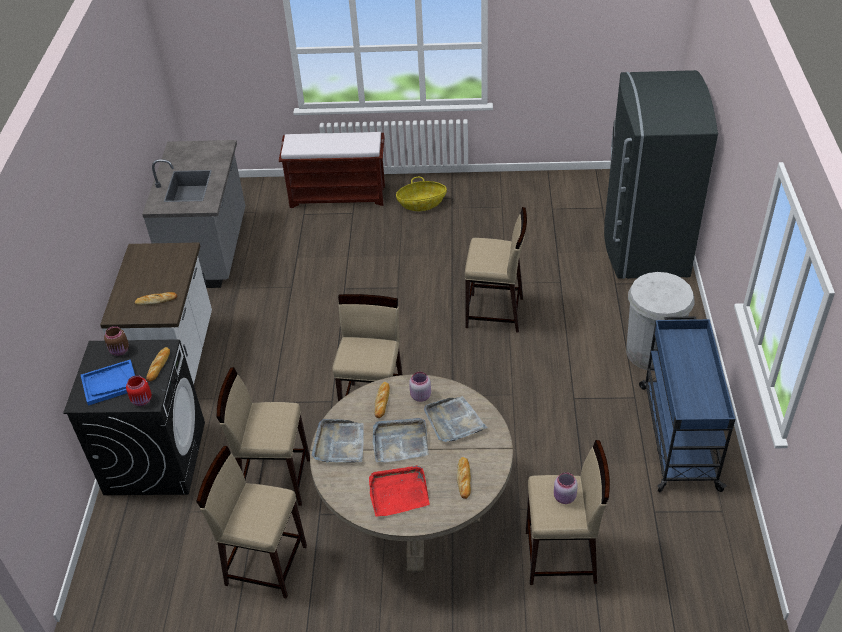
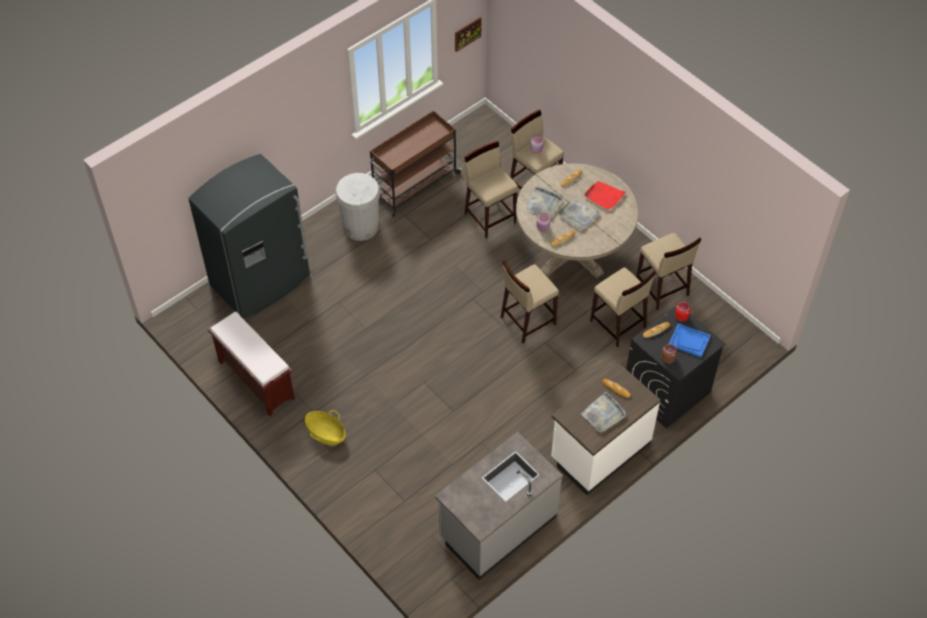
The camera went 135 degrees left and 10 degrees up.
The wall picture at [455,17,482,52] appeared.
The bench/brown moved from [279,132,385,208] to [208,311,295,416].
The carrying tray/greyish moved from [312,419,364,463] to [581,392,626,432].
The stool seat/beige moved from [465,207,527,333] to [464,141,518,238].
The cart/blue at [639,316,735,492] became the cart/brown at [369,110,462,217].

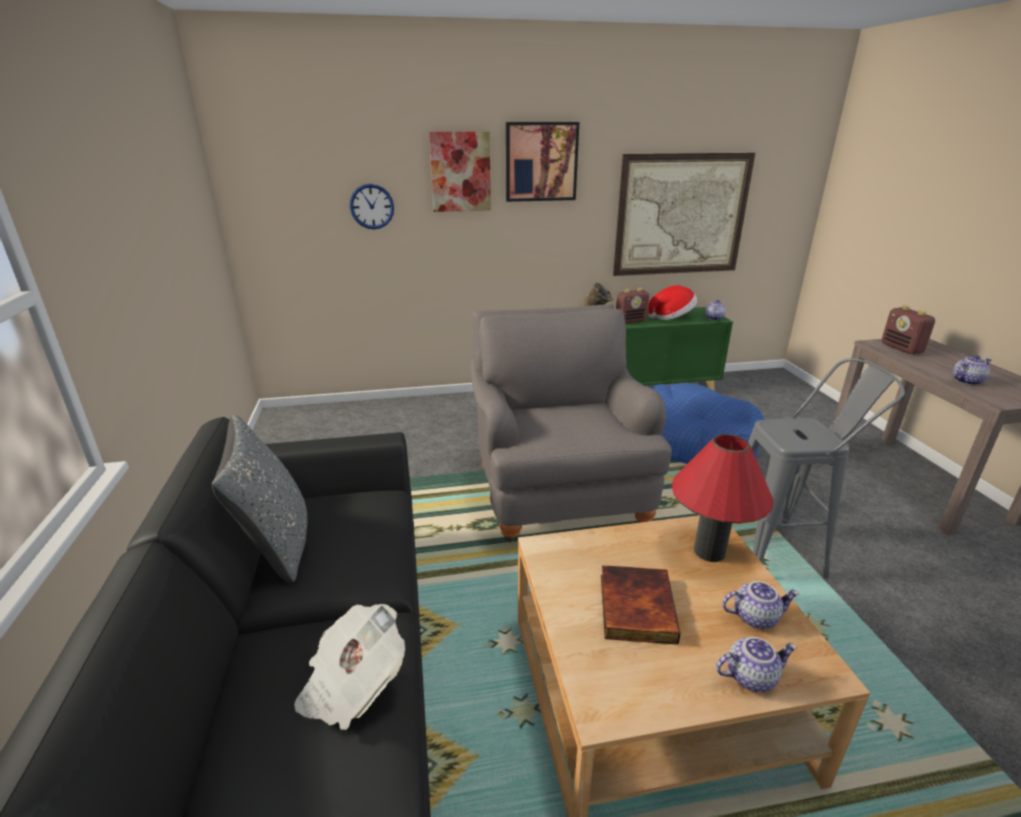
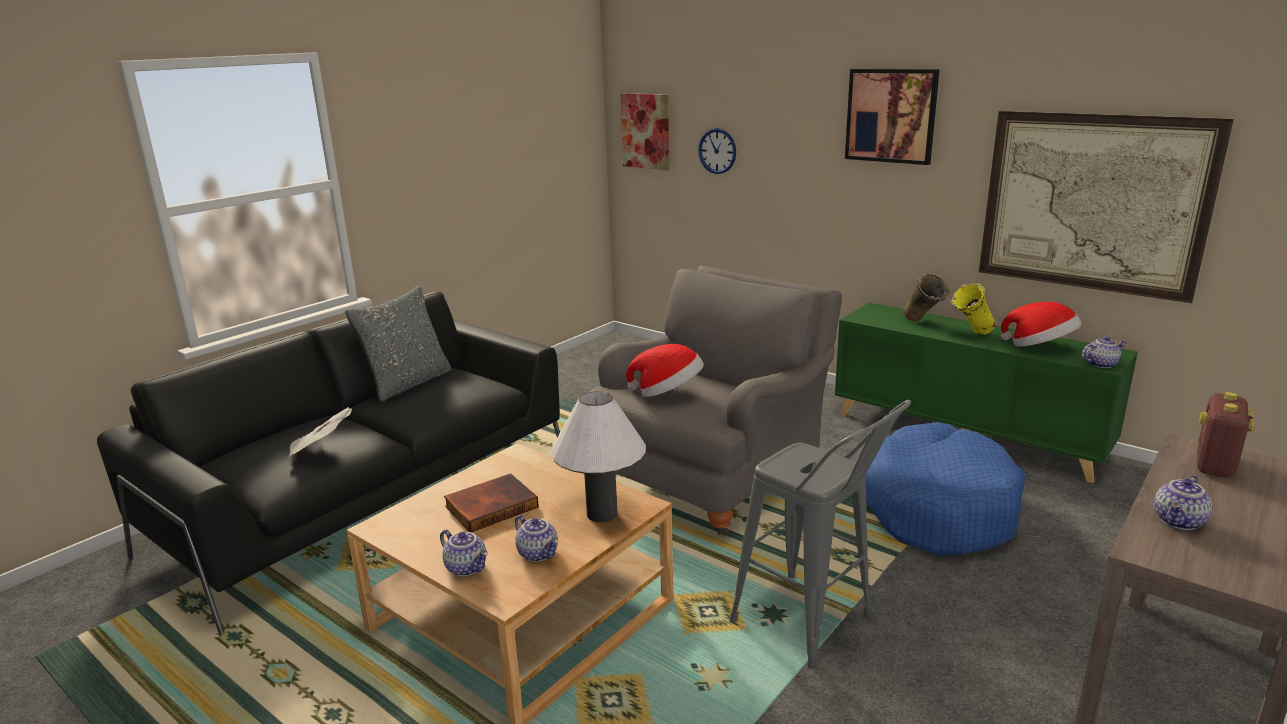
The camera went 50 degrees right and 5 degrees down.
The clothing hat at [626,344,704,397] appeared.
The wall picture moved from [429,132,491,212] to [620,93,670,170].
The radio at [616,288,649,324] was replaced by the flower vase/yellowish at [951,283,996,335].
The tabletop lamp/red-coloured at [671,434,773,562] became the tabletop lamp/white at [551,391,646,522].
The pot for tea at [953,355,991,385] turned 105 degrees clockwise.

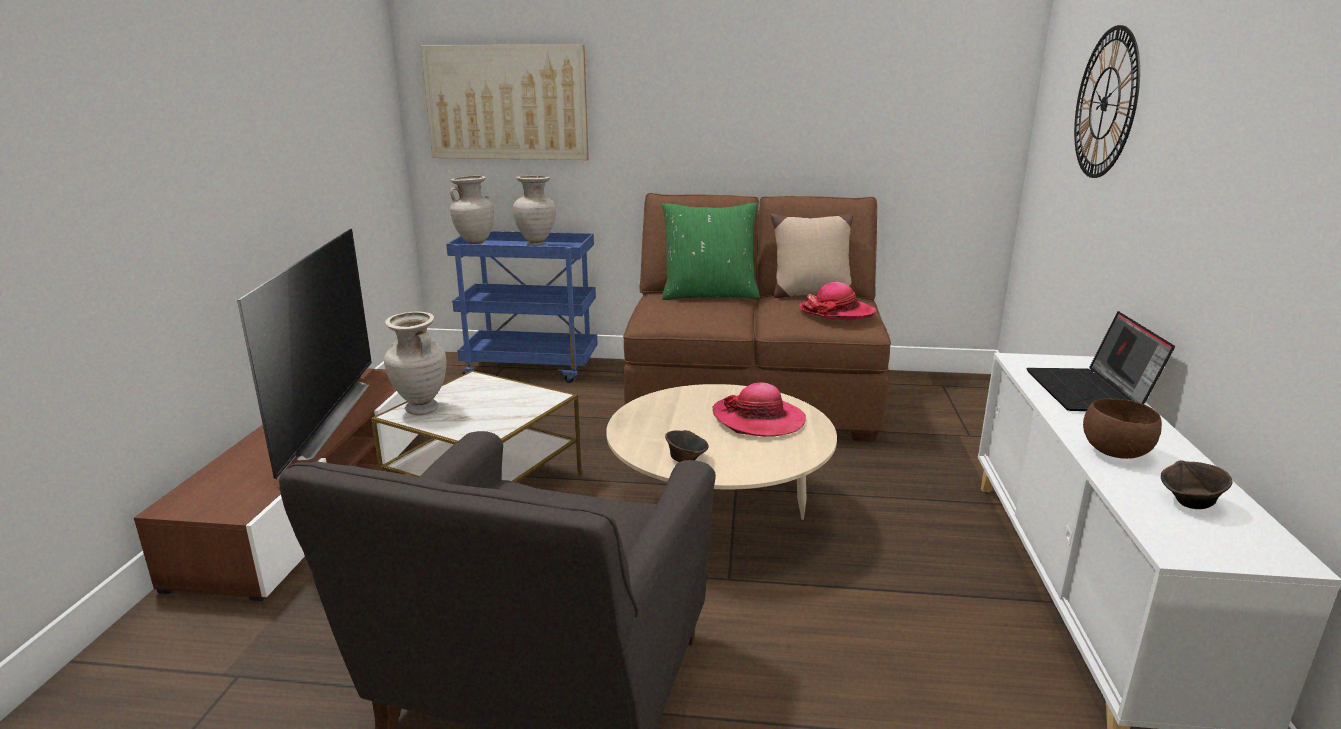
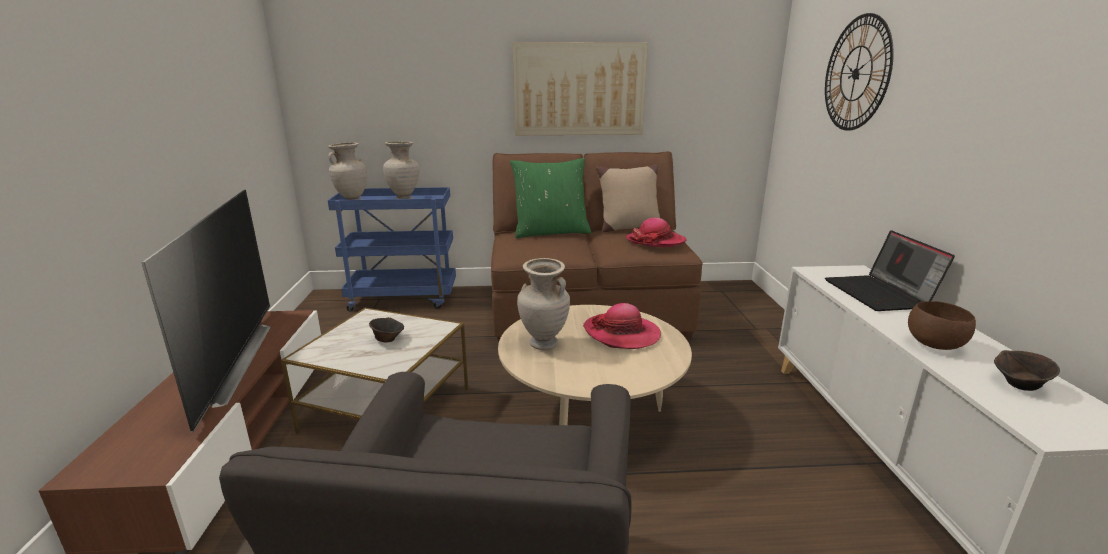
The camera went 10 degrees left and 0 degrees up.
The flower vase/beige moved from [384,312,446,415] to [517,258,570,350].
The wall picture moved from [421,45,589,160] to [513,42,648,135].
The deep dish/brown moved from [665,430,709,462] to [369,317,404,342].

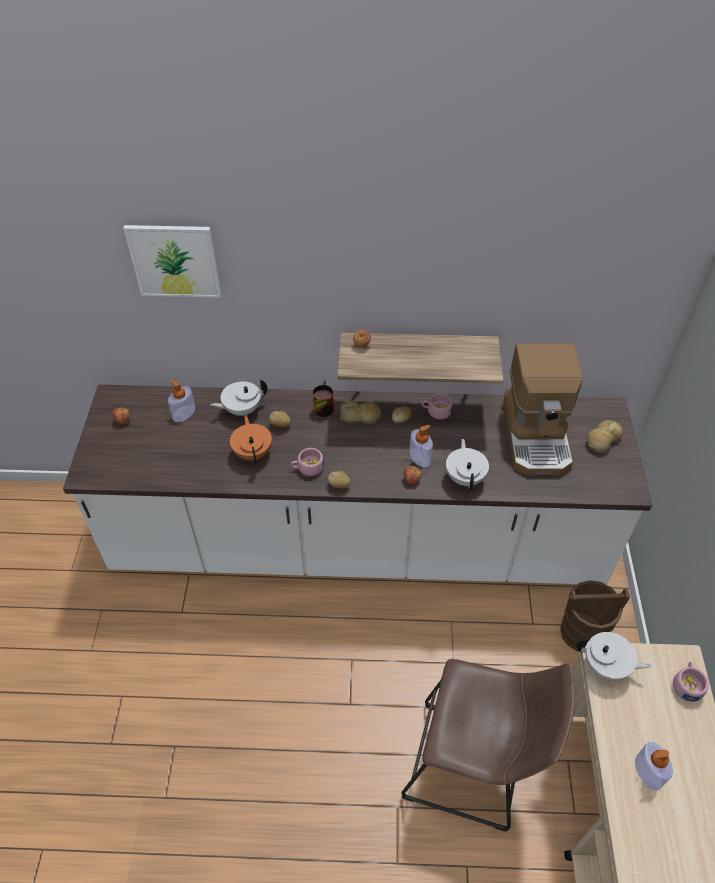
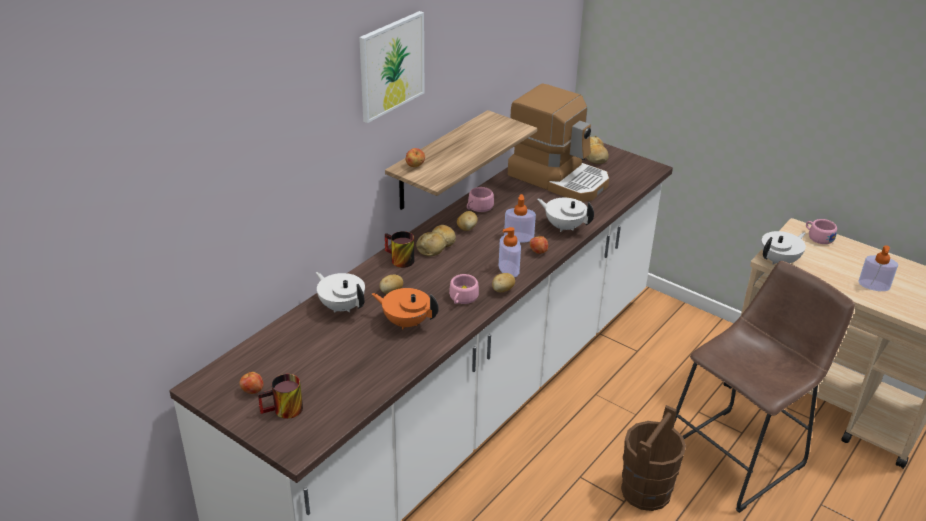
The camera went 55 degrees left and 15 degrees down.
The coffee mug at [258,374,303,419] appeared.
The wall picture moved from [123,225,221,298] to [359,11,424,123].
The soap dispenser moved from [168,380,195,422] to [499,227,521,277].
The pail/brown moved from [560,580,630,652] to [621,405,686,511].
The pot for tea/white at [210,379,268,416] turned 120 degrees clockwise.

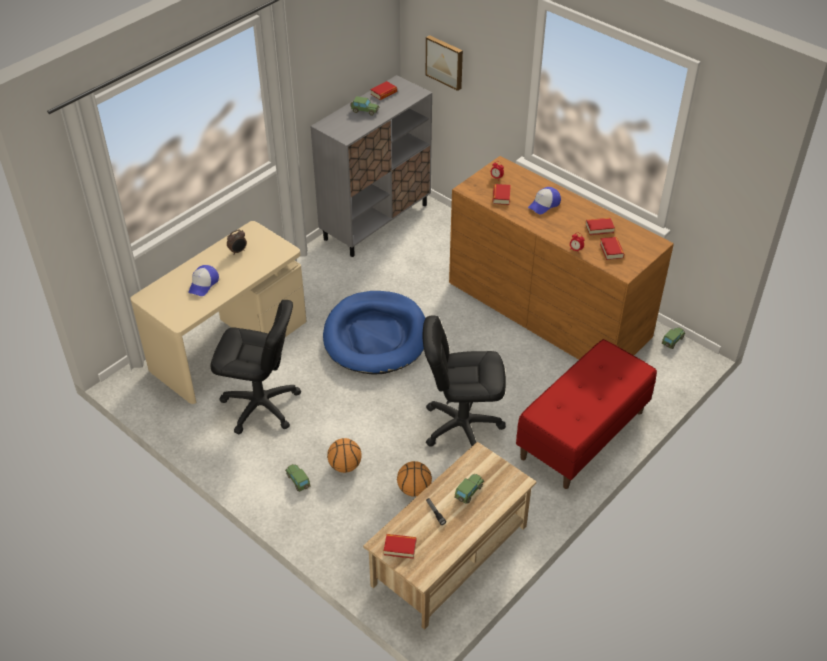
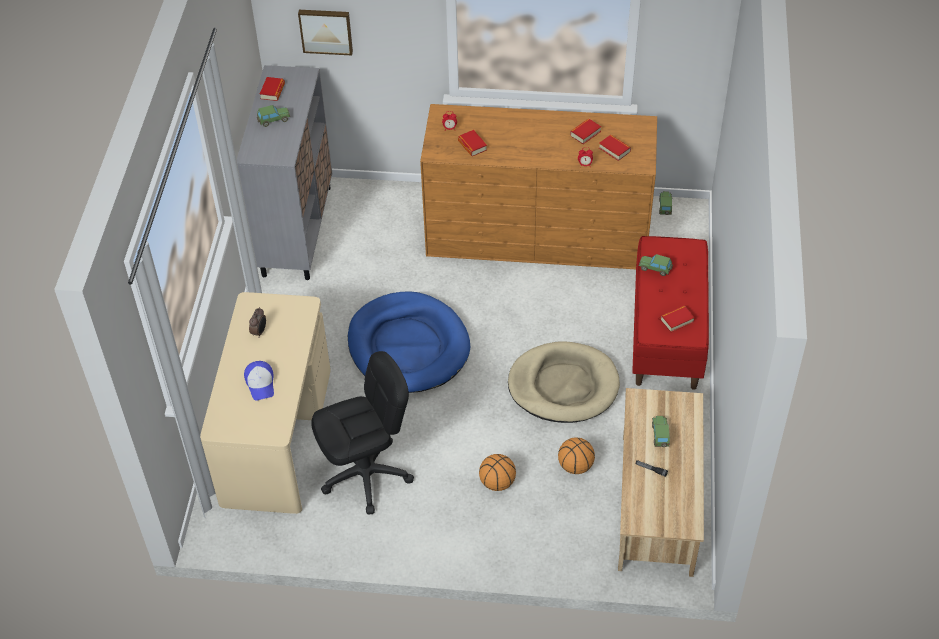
The camera went 35 degrees left and 5 degrees up.
The peaked cap at [528,187,561,214] disappeared.
The miniature car moved from [285,464,311,492] to [639,254,673,276].
The bound book moved from [384,534,416,559] to [661,306,695,332].
The computer chair/black at [423,315,506,447] was replaced by the dog bed/beige at [508,342,620,423].

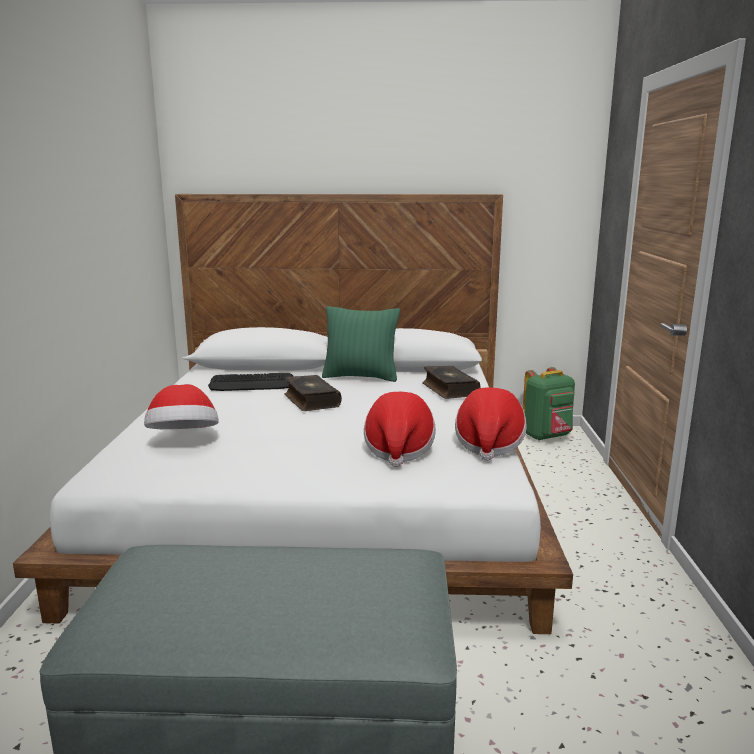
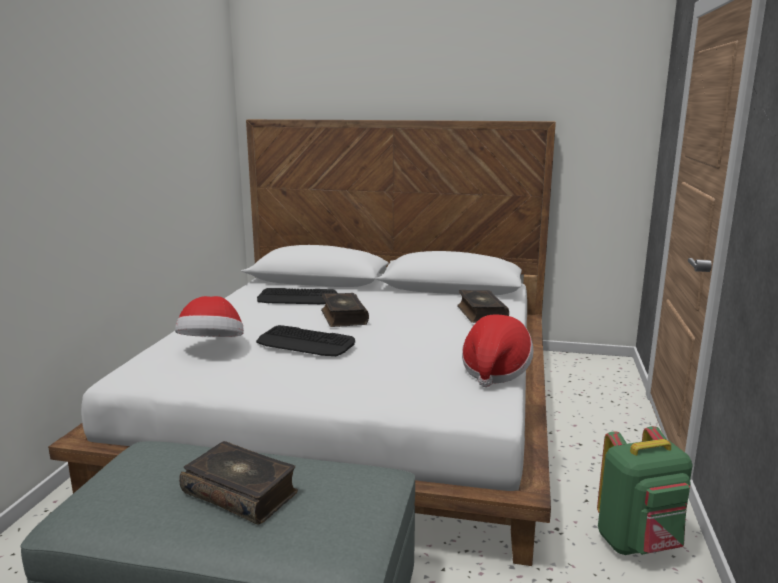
The camera went 10 degrees right and 0 degrees up.
The throw pillow/green at [322,306,400,382] disappeared.
The clothing hat at [364,392,436,467] disappeared.
The bound book at [179,441,298,525] appeared.
The keyboard at [256,325,355,356] appeared.
The rucksack/green moved from [523,367,575,441] to [597,426,693,555].

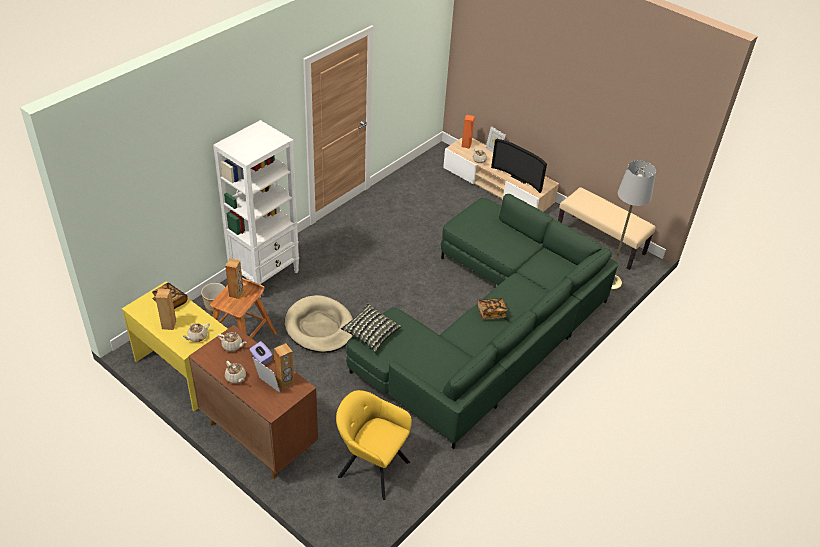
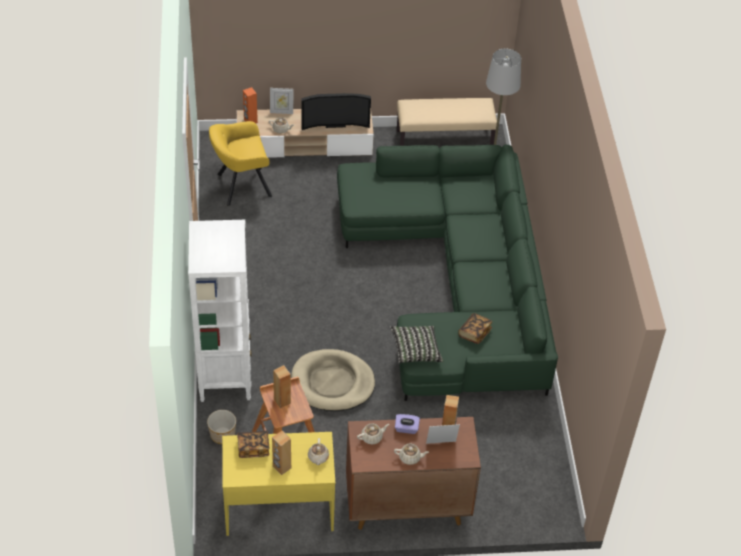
The camera went 45 degrees left and 5 degrees up.
The armchair/yellowish moved from [336,390,412,500] to [209,121,273,206].
The bound book moved from [477,298,508,319] to [458,313,492,344].

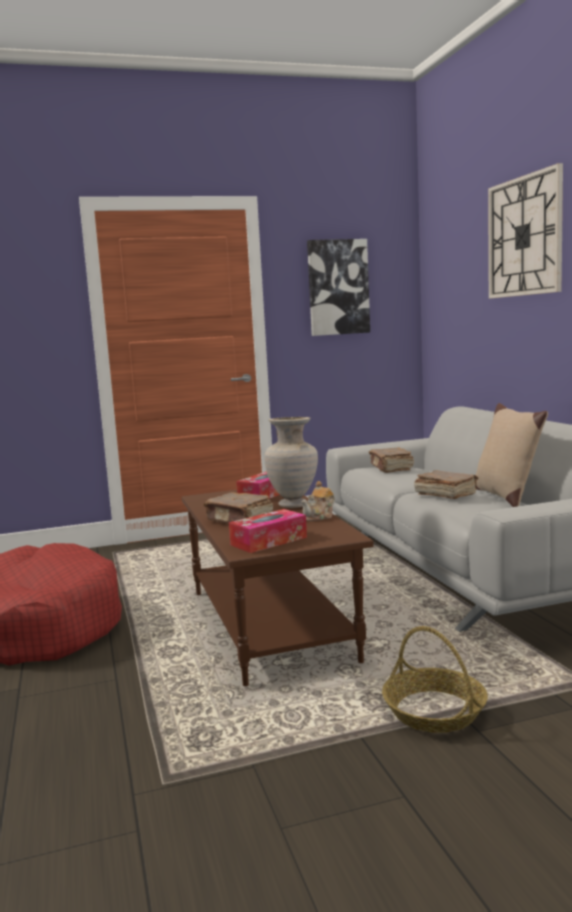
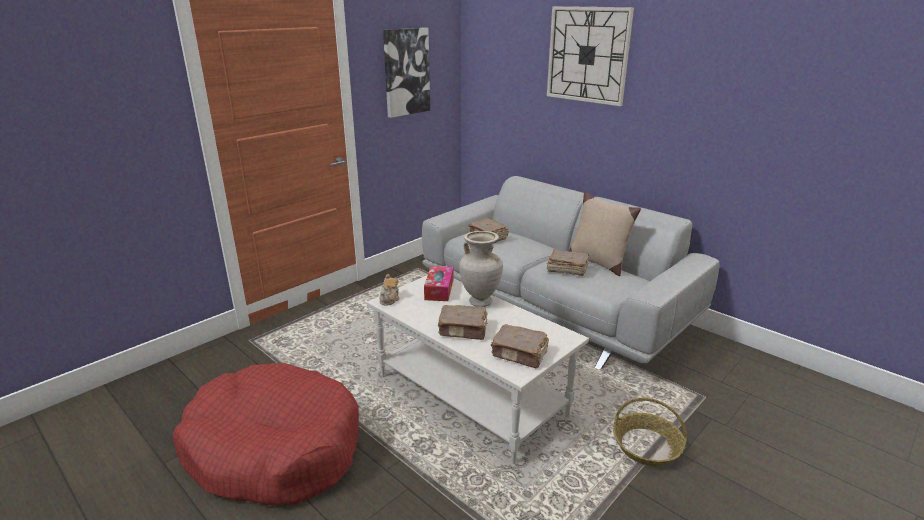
The camera went 30 degrees left and 15 degrees up.
The pot for tea moved from [301,481,335,521] to [380,274,400,306].
The tissue box at [229,509,307,553] was replaced by the bound book/brown at [490,324,549,368].
The low table/brown at [182,490,374,686] became the low table/white at [367,275,589,464].

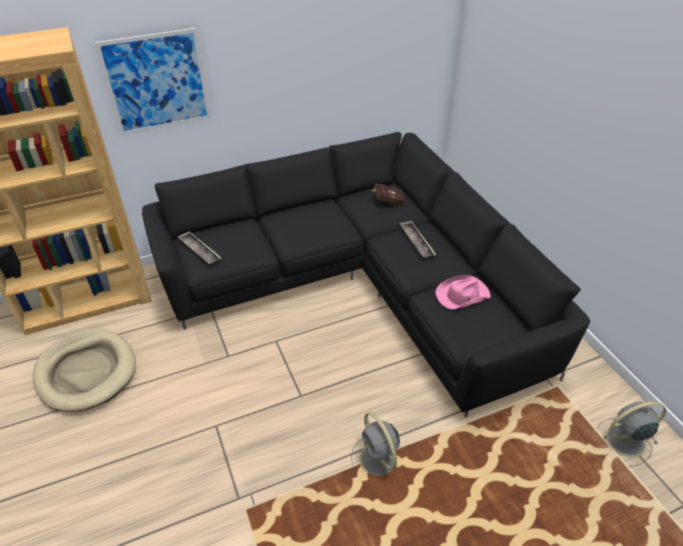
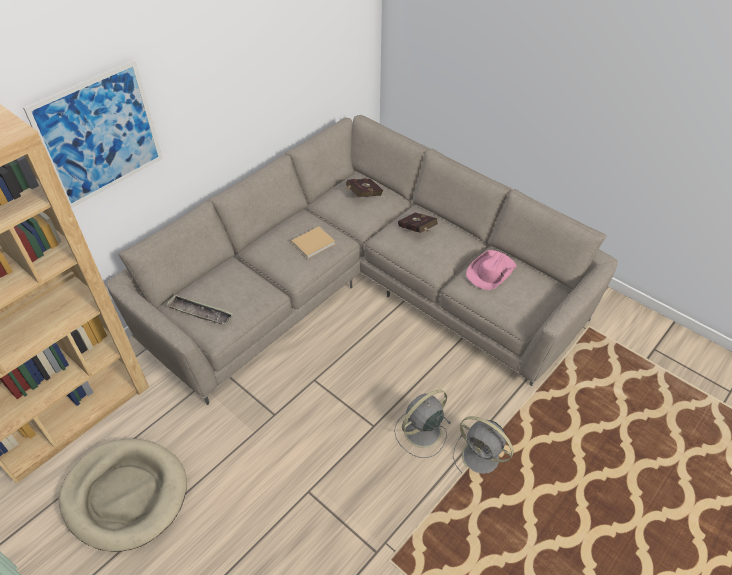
The camera went 25 degrees left and 5 degrees up.
The bound book/beige at [291,226,335,259] appeared.
The electric fan/greyish moved from [597,401,666,467] to [394,390,451,458].
The carrying tray at [400,221,436,258] was replaced by the bound book/red-coloured at [398,212,437,233].
The couch/black at [142,132,590,417] became the couch/beige at [106,115,617,405].

